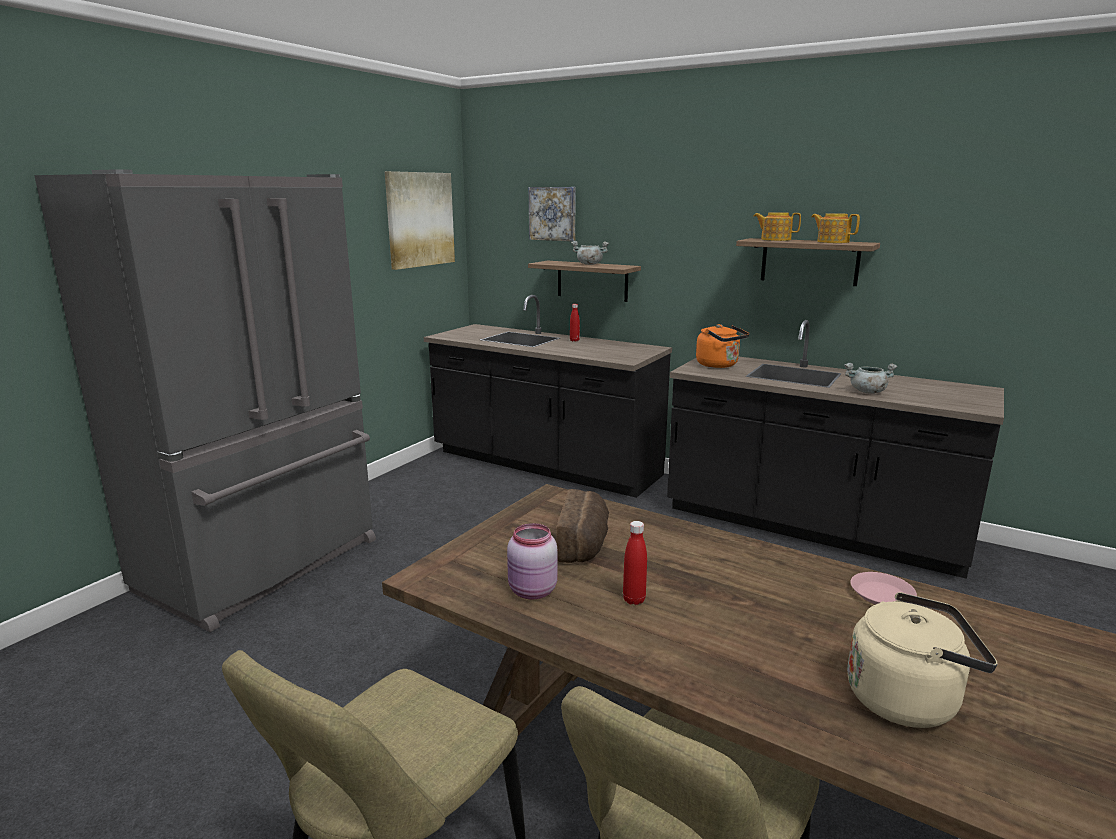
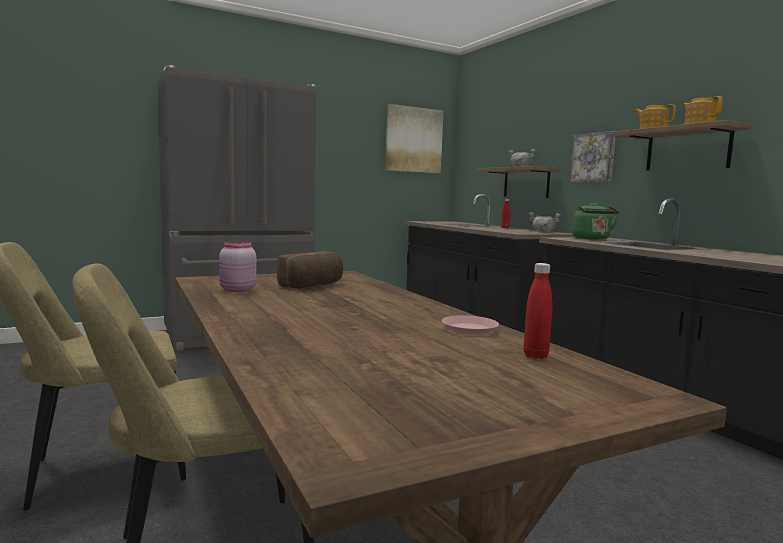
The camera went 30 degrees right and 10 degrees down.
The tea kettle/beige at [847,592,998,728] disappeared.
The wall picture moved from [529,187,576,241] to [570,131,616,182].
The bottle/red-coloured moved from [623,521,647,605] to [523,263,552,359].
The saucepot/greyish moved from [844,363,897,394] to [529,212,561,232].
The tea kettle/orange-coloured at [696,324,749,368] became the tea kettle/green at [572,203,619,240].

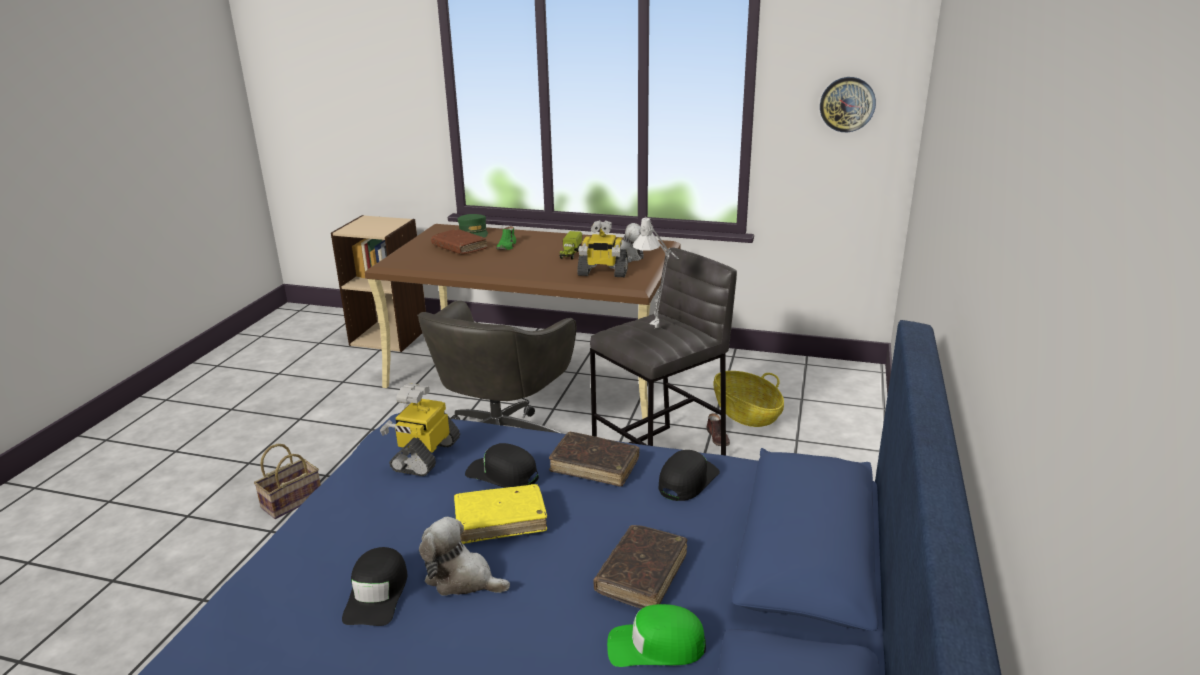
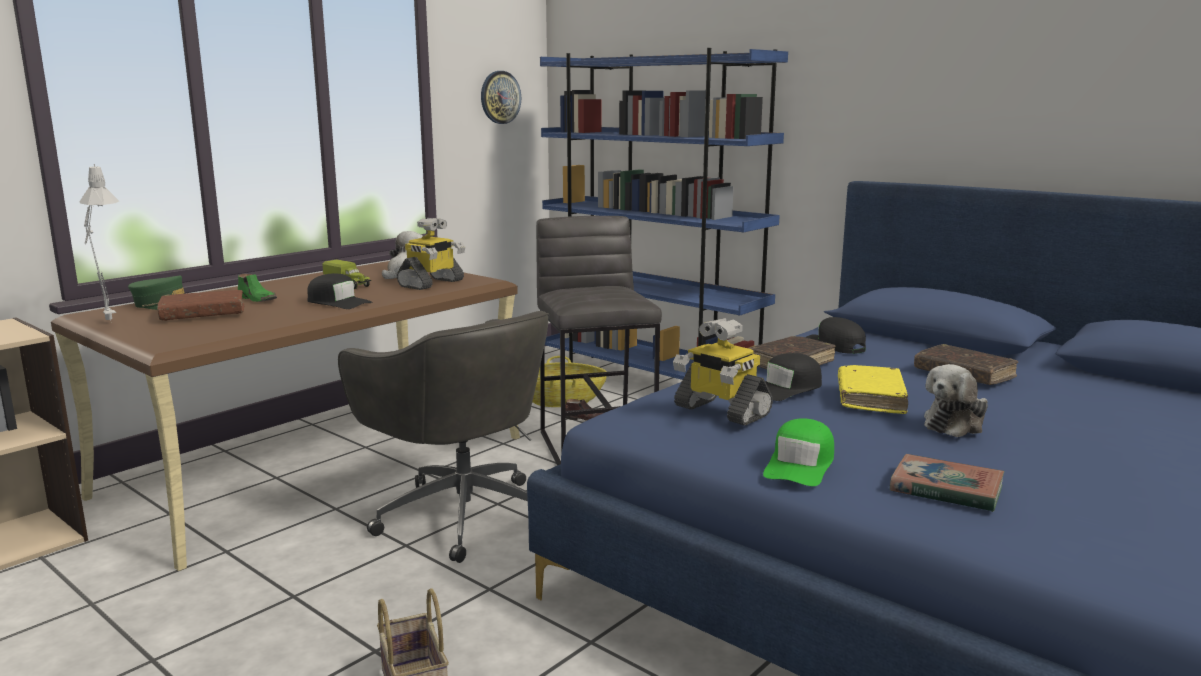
The camera went 65 degrees left and 10 degrees down.
The bookshelf/blue at [540,48,788,380] appeared.
The bound book at [890,454,1004,512] appeared.
The peaked cap/black moved from [342,547,407,626] to [307,273,372,309].
The peaked cap/green moved from [607,604,706,667] to [763,418,834,486].
The tabletop lamp/greyish moved from [633,218,679,328] to [79,164,119,321].

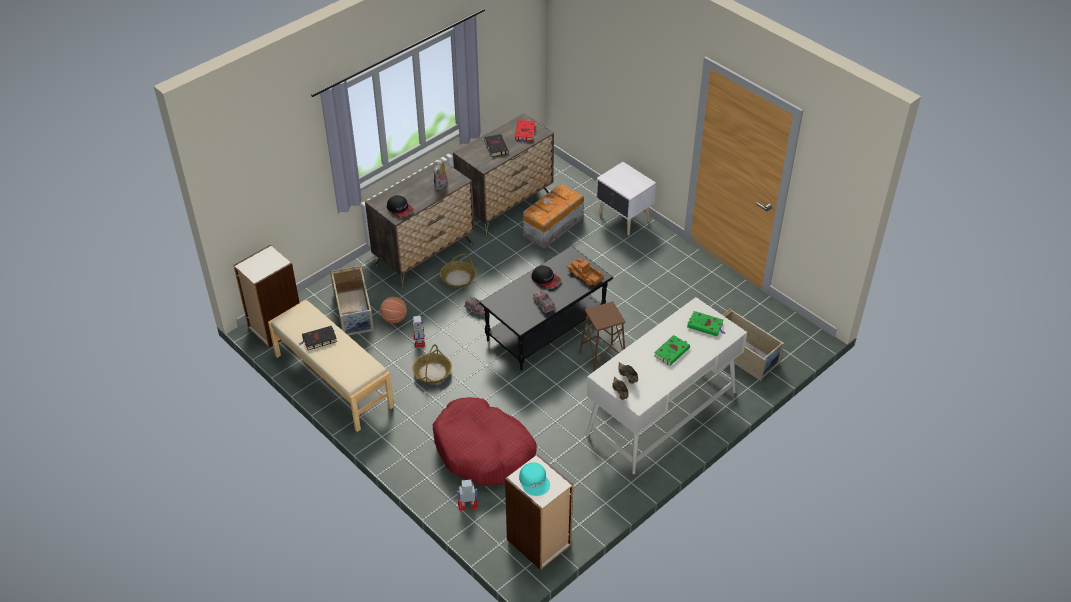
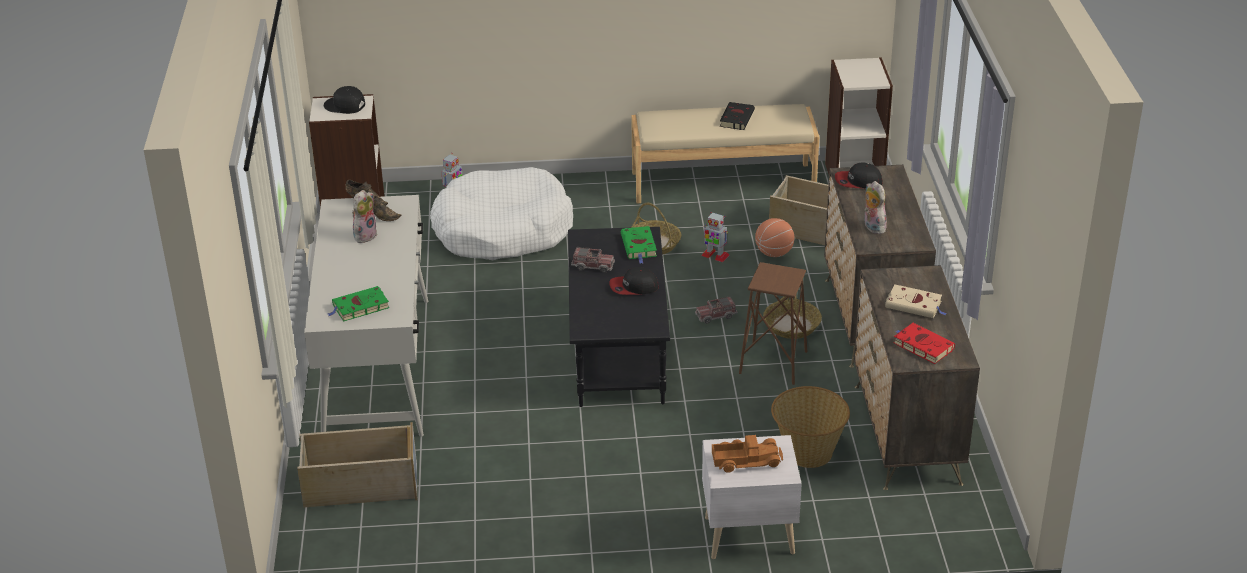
The camera went 130 degrees right and 10 degrees down.
The plush toy at [352,190,378,243] appeared.
The model truck moved from [567,258,604,286] to [712,435,783,473].
The stool seat/brown moved from [579,301,626,372] to [739,262,807,385].
The bound book/green moved from [654,335,690,366] to [621,226,657,264].
The storage container at [523,185,584,249] was replaced by the household basket at [771,386,850,468].
The dog bed/red-coloured at [433,397,537,486] became the dog bed/white at [430,167,573,260].
The bound book/black at [484,134,509,157] became the bound book/beige at [885,284,947,318].
The peaked cap/blue-green at [519,462,550,496] became the peaked cap/black at [324,86,365,114].

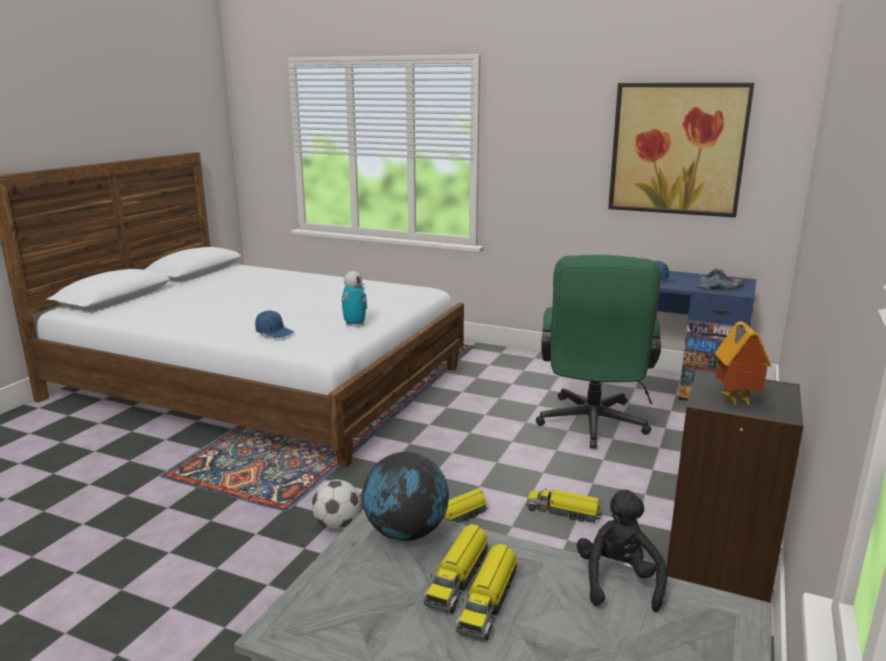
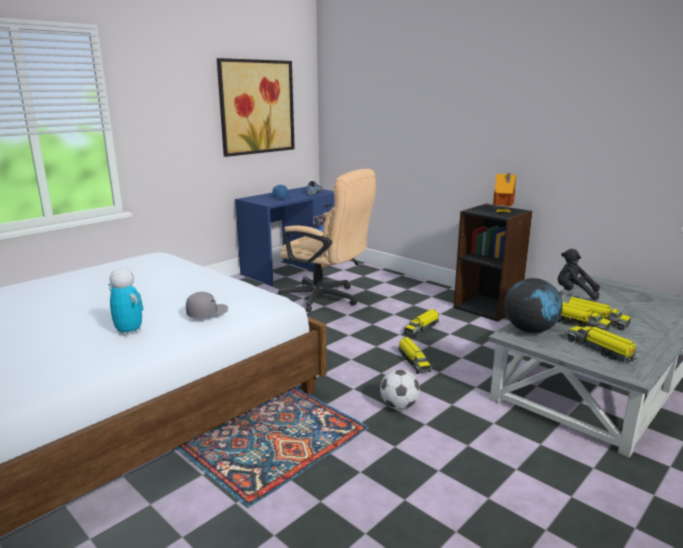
The camera went 70 degrees left and 0 degrees up.
The model truck at [567,326,637,363] appeared.
The model robot moved from [341,271,367,328] to [108,268,143,336].
The peaked cap/blue at [255,311,294,338] became the peaked cap/greyish at [186,292,228,318].
The computer chair/green at [536,255,661,449] became the computer chair/beige at [277,169,376,312].

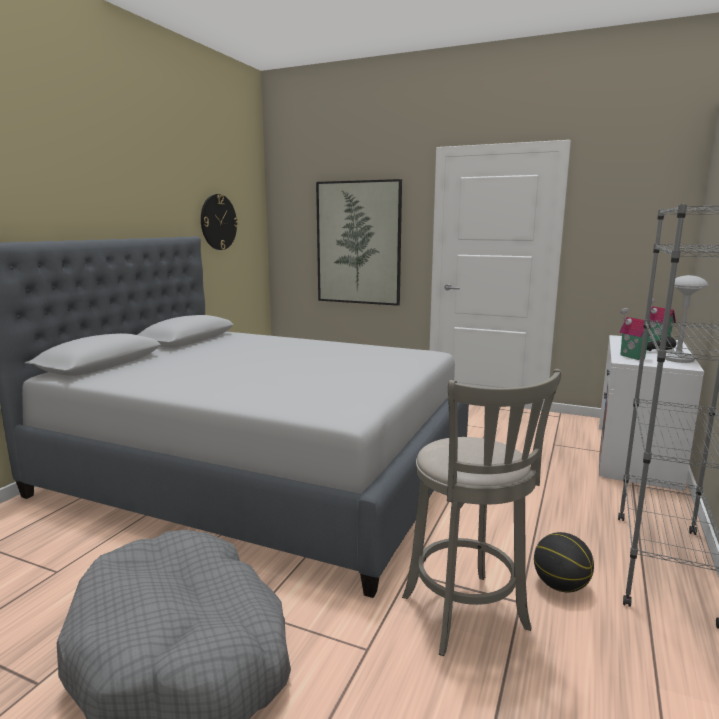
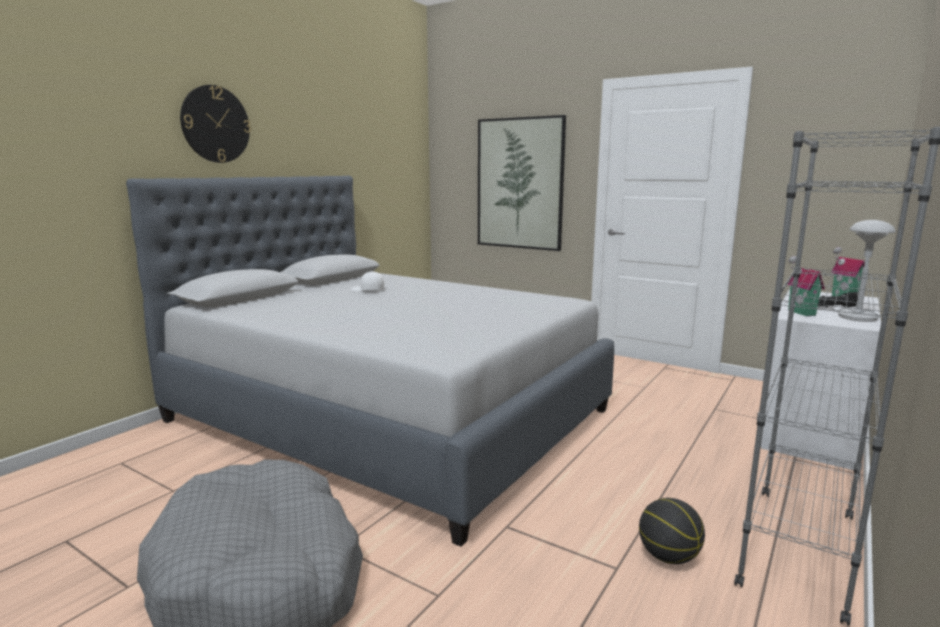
The camera went 10 degrees right and 0 degrees up.
The stool seat/greyish at [402,369,561,656] disappeared.
The peaked cap/white at [351,271,384,292] appeared.
The clock on the wall moved from [201,194,238,250] to [180,85,251,163].

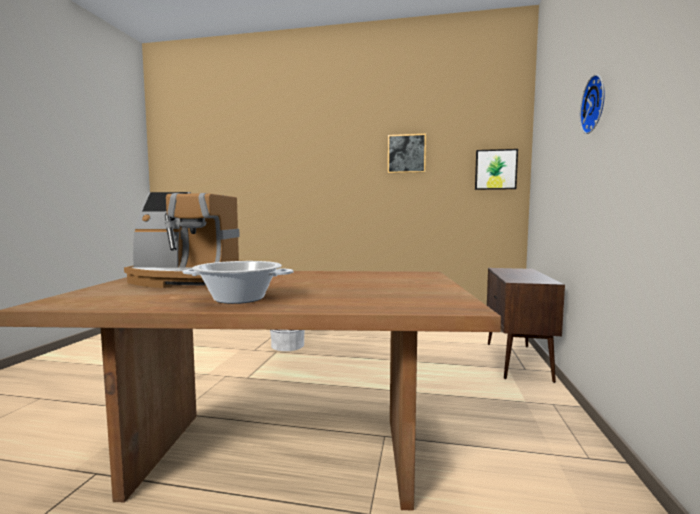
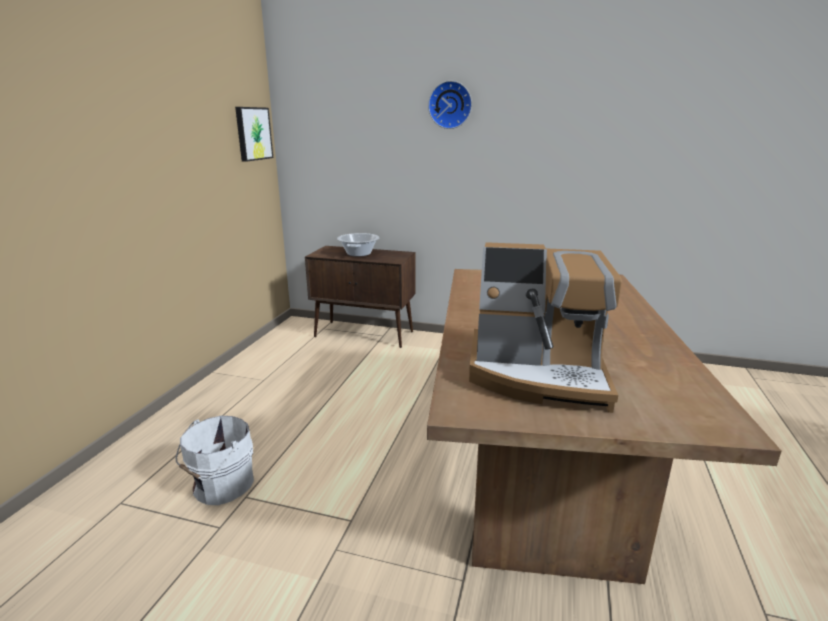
The camera went 85 degrees left and 15 degrees up.
The wall picture at [388,134,426,173] disappeared.
The saucepot moved from [183,261,293,304] to [337,233,380,257].
The coffee maker at [124,192,240,289] turned 90 degrees clockwise.

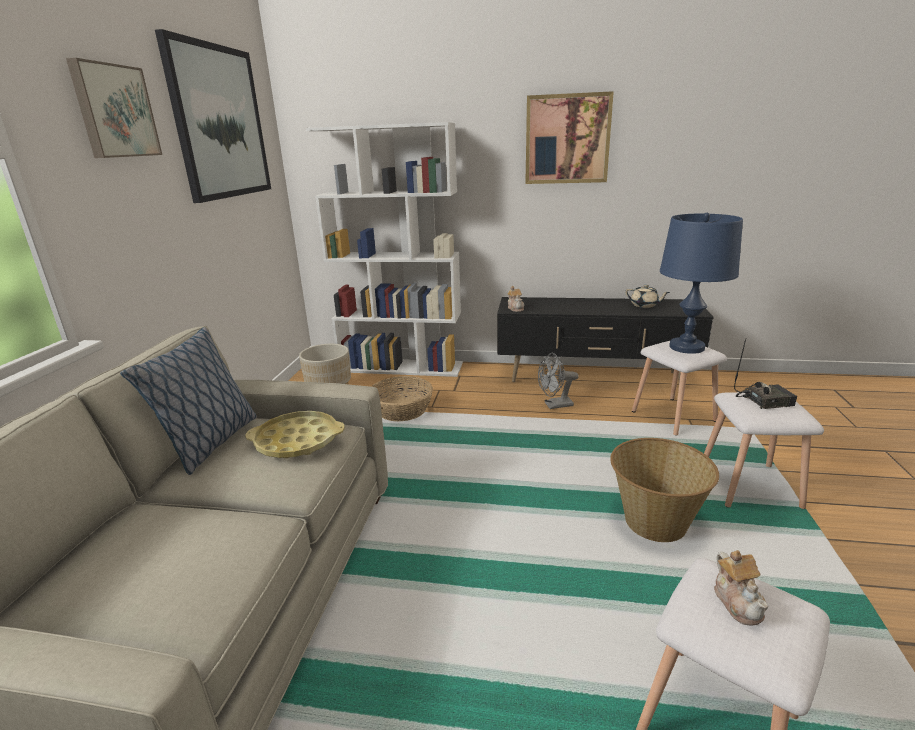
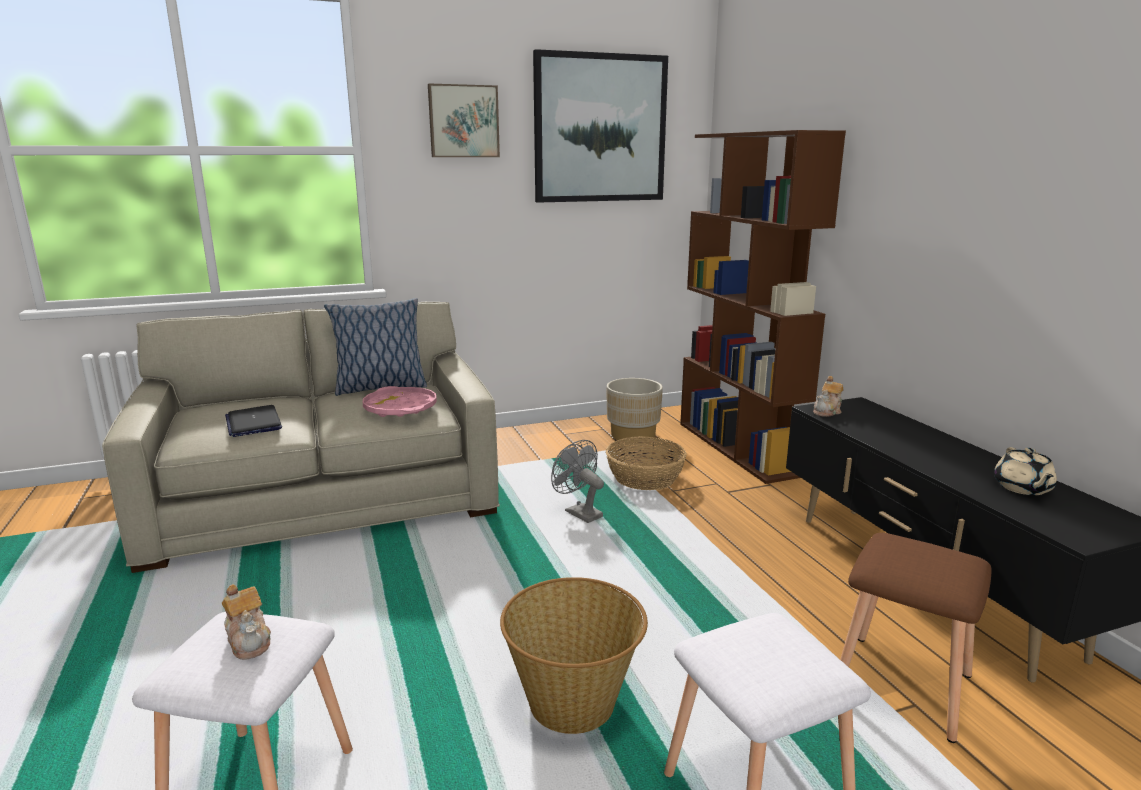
The camera went 60 degrees right and 5 degrees down.
The wall picture at [525,91,614,184] disappeared.
The tabletop lamp/blue at [660,213,743,354] disappeared.
The radio at [734,339,797,409] disappeared.
The portable computer at [225,405,282,437] appeared.
The electric fan/greyish moved from [538,353,579,409] to [551,440,604,523].
The carrying tray/yellowish at [245,411,345,458] became the carrying tray/pink-coloured at [363,386,437,417].
The bookshelf/white at [306,122,463,377] became the bookshelf/brown at [680,130,846,484].
The stool seat/white at [632,341,727,436] became the stool seat/brown at [840,533,992,743].
The pot for tea at [714,550,768,625] turned 90 degrees counterclockwise.

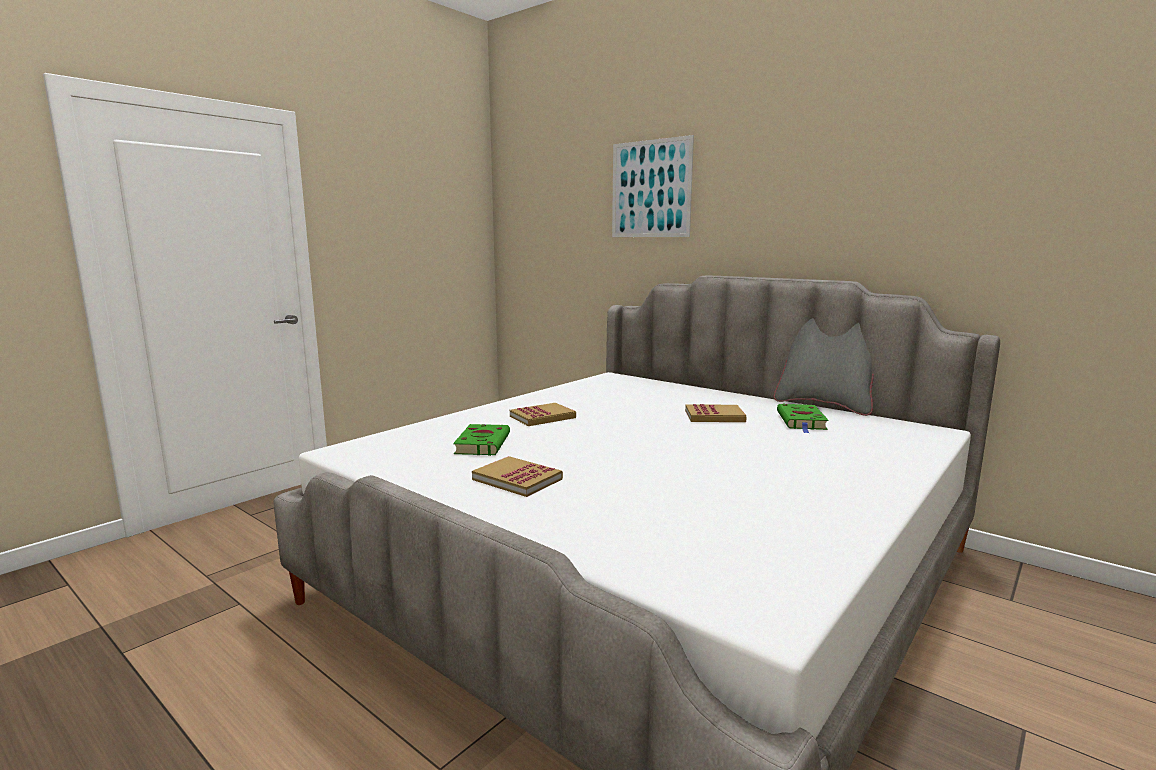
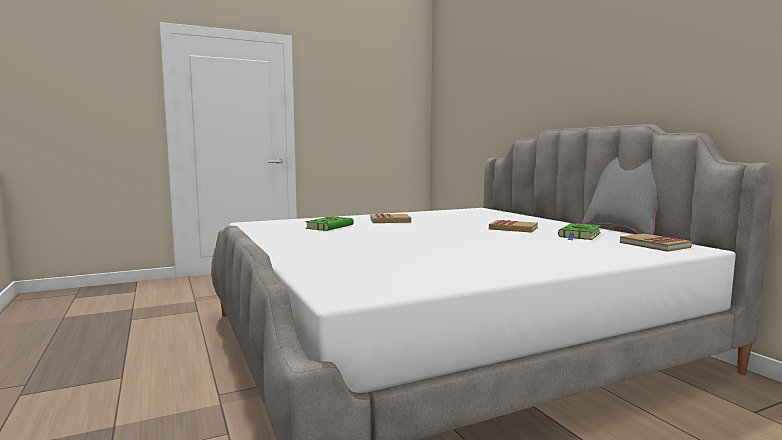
The camera went 25 degrees right and 5 degrees down.
The wall picture at [612,135,694,237] disappeared.
The bound book moved from [472,456,563,497] to [620,233,692,252].

